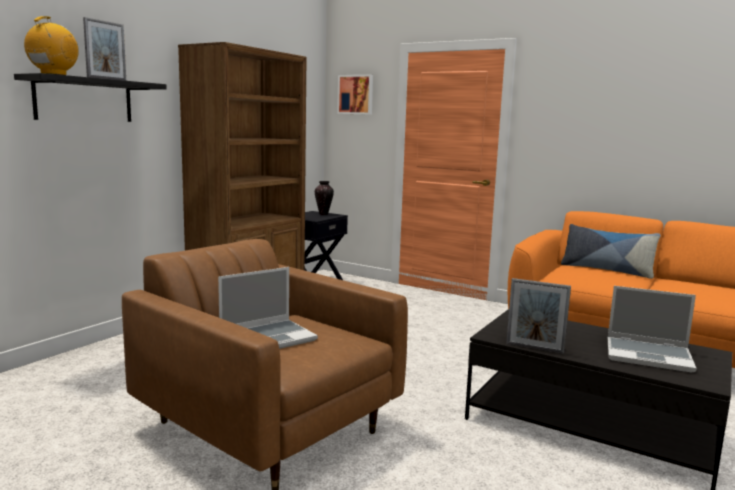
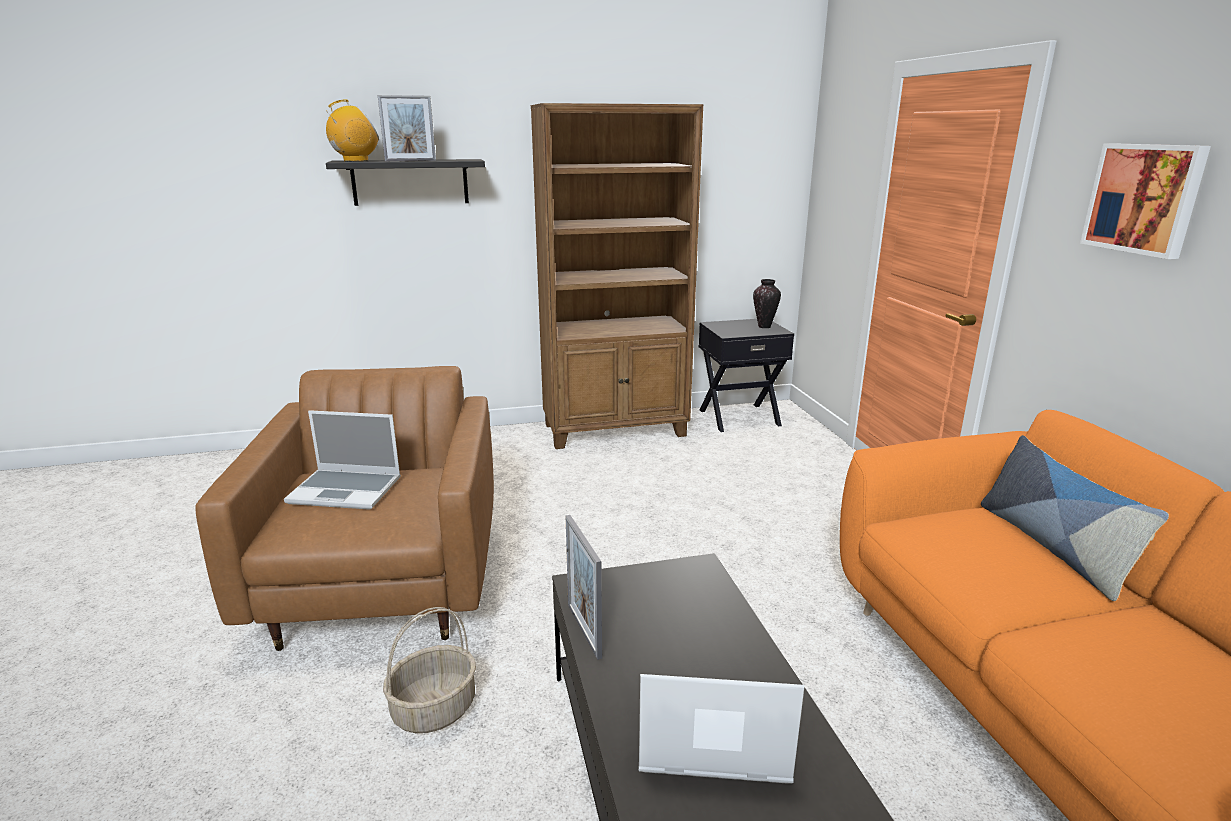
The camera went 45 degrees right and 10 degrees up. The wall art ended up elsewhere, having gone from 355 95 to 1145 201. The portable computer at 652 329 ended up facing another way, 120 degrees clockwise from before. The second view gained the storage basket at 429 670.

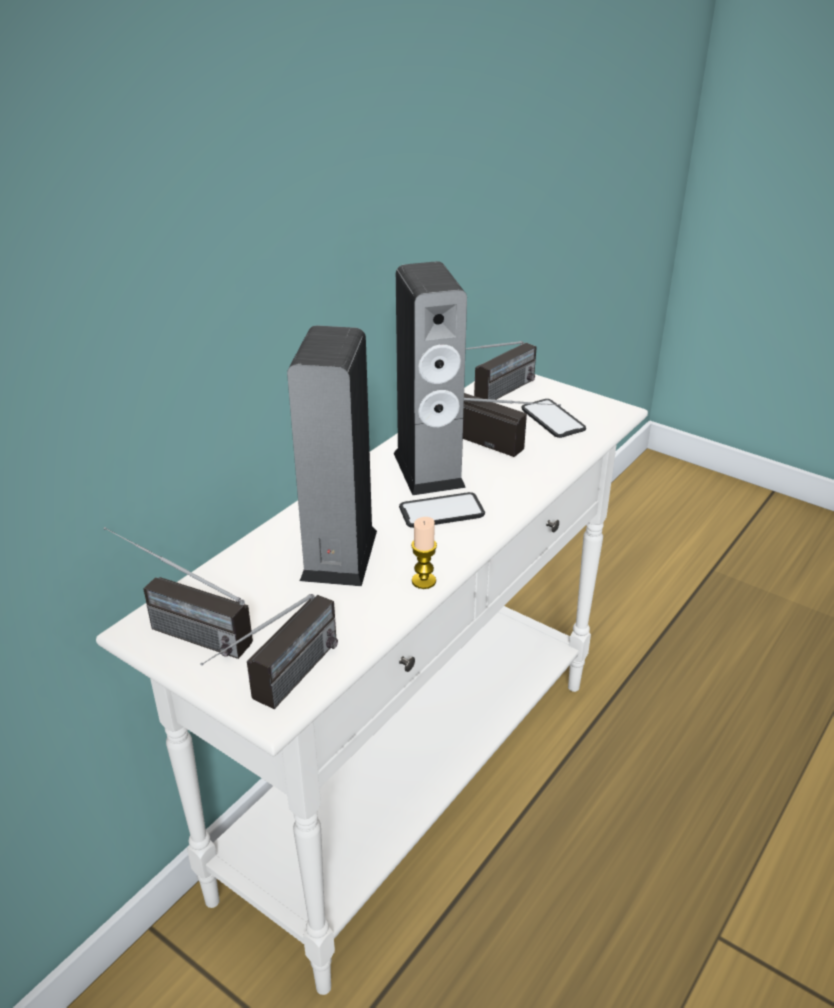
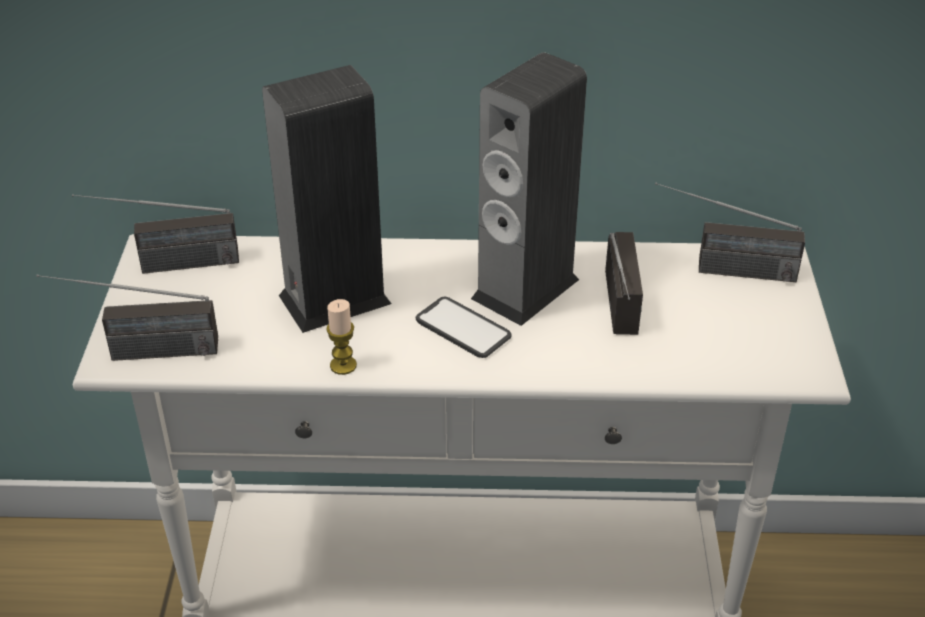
The camera went 55 degrees right and 5 degrees up. The second view lost the phone at 554 418. The radio at 178 593 ended up facing another way, 90 degrees counterclockwise from before.

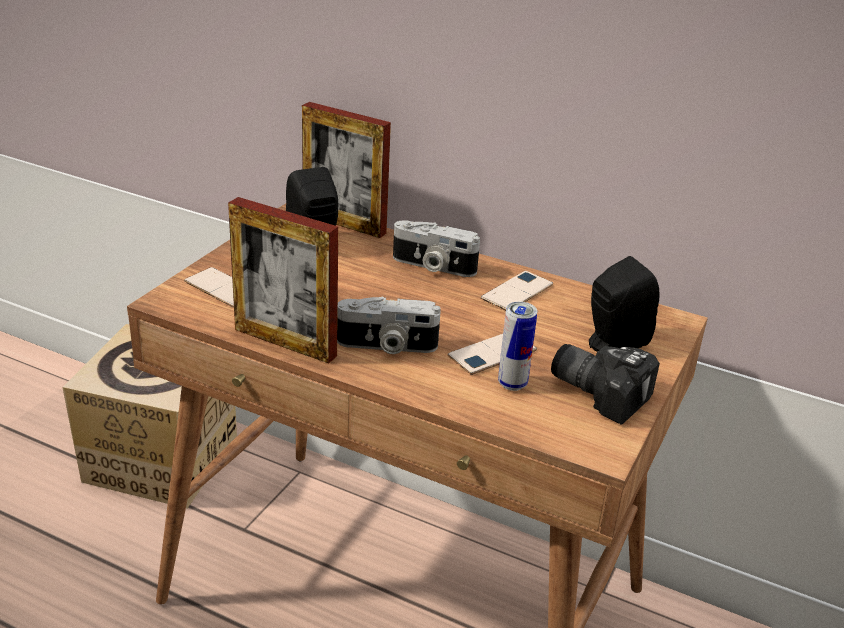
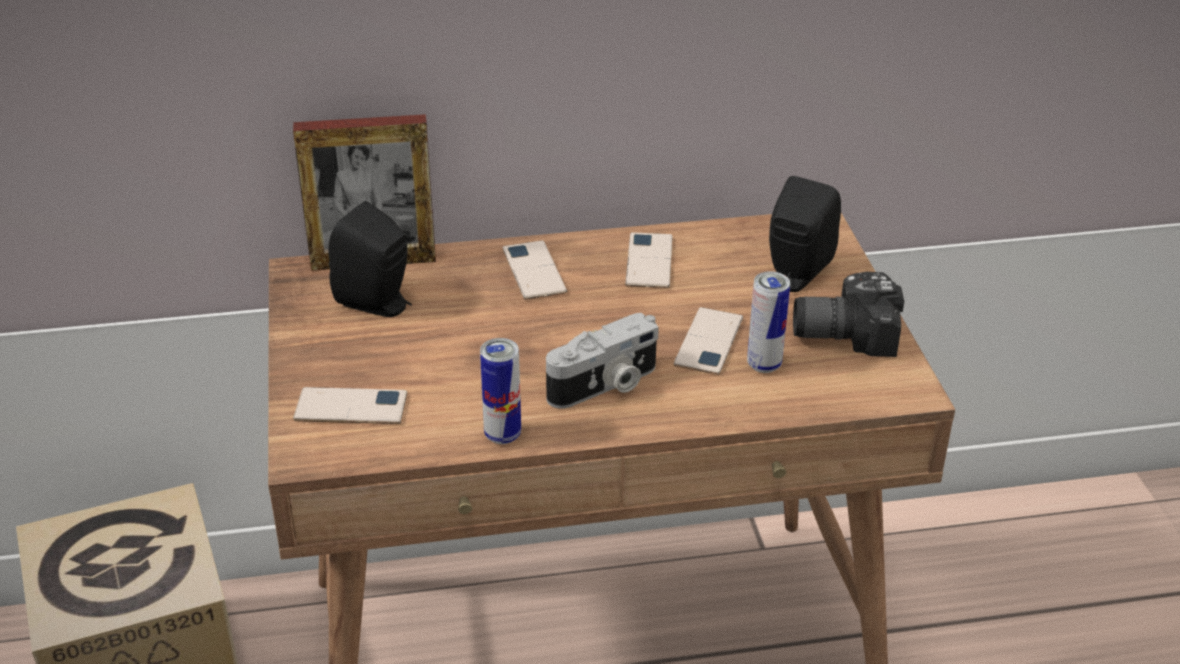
The camera went 35 degrees left and 5 degrees up. Where the standing frame stood at 283 280, the can came to stand at 500 391. Where the photo camera stood at 436 248, the phone came to stand at 535 270.

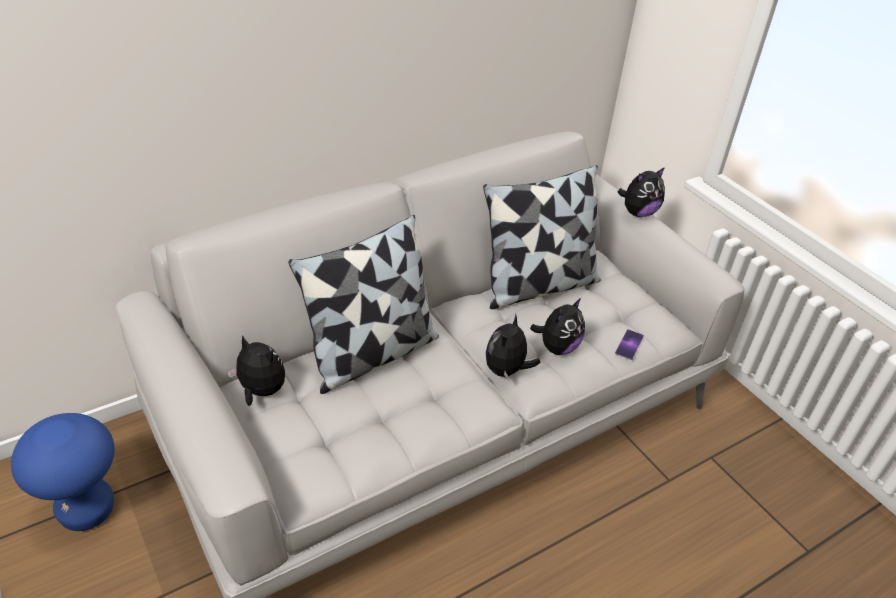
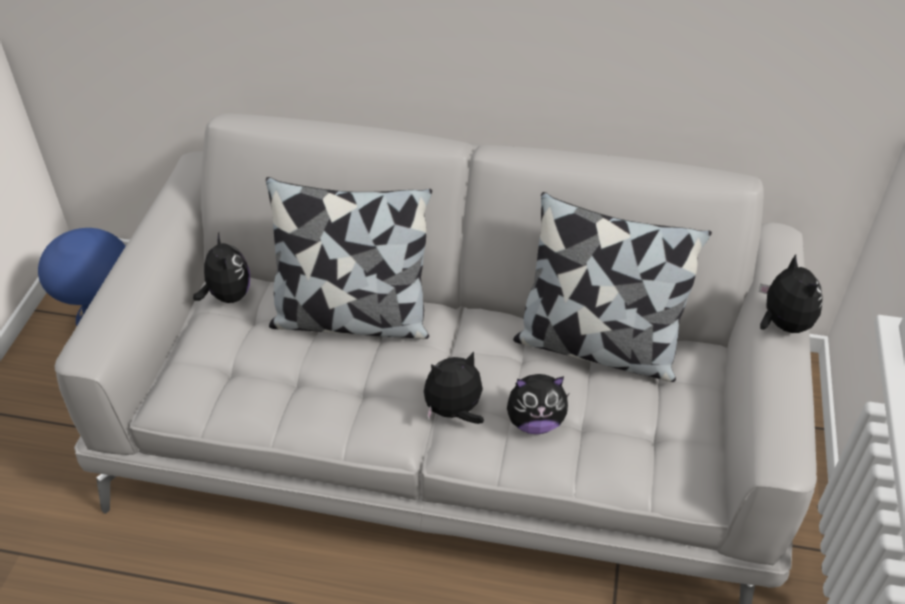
The camera went 45 degrees right and 5 degrees up. The soft toy at 641 192 ended up facing another way, 120 degrees counterclockwise from before. The second view lost the phone at 629 344.

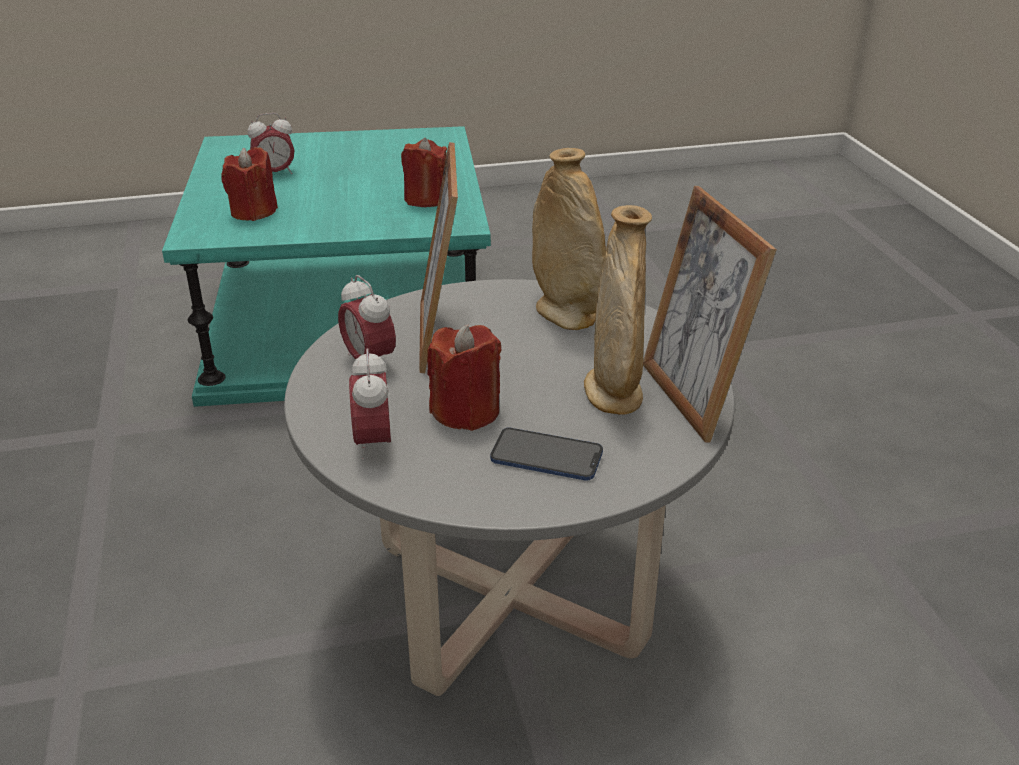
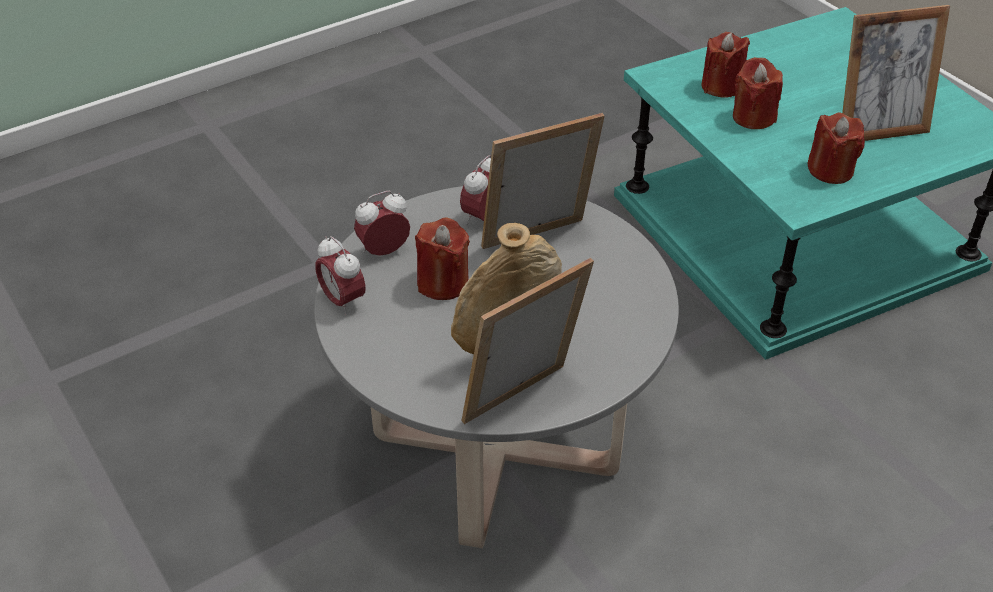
The camera went 70 degrees right and 10 degrees up. The table clock ended up elsewhere, having gone from 271 143 to 340 276. The second view lost the flower vase in beige at 569 239. The second view lost the phone at 546 454. The second view gained the standing frame at 896 73. The second view gained the wax light in red at 758 93.

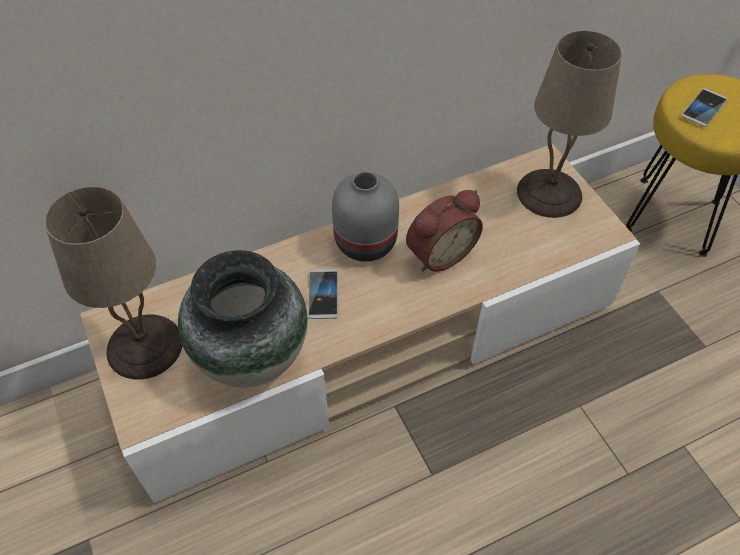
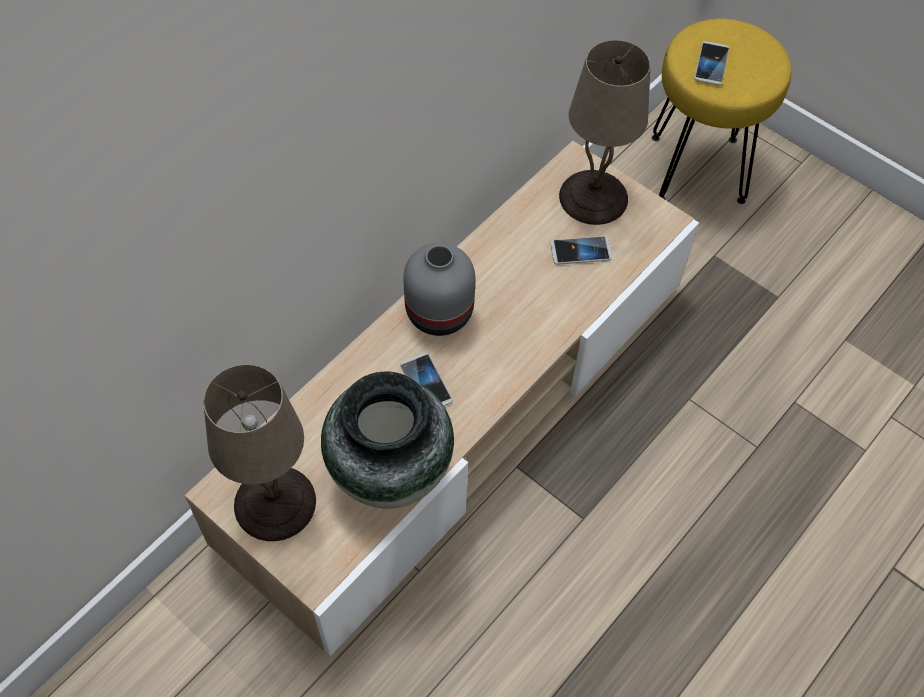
The camera went 25 degrees left and 5 degrees up. The second view lost the table clock at 444 231. The second view gained the phone at 581 250.

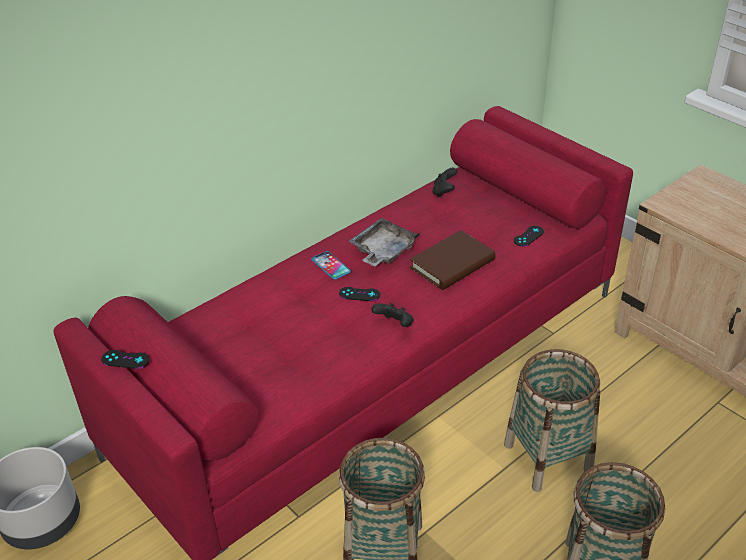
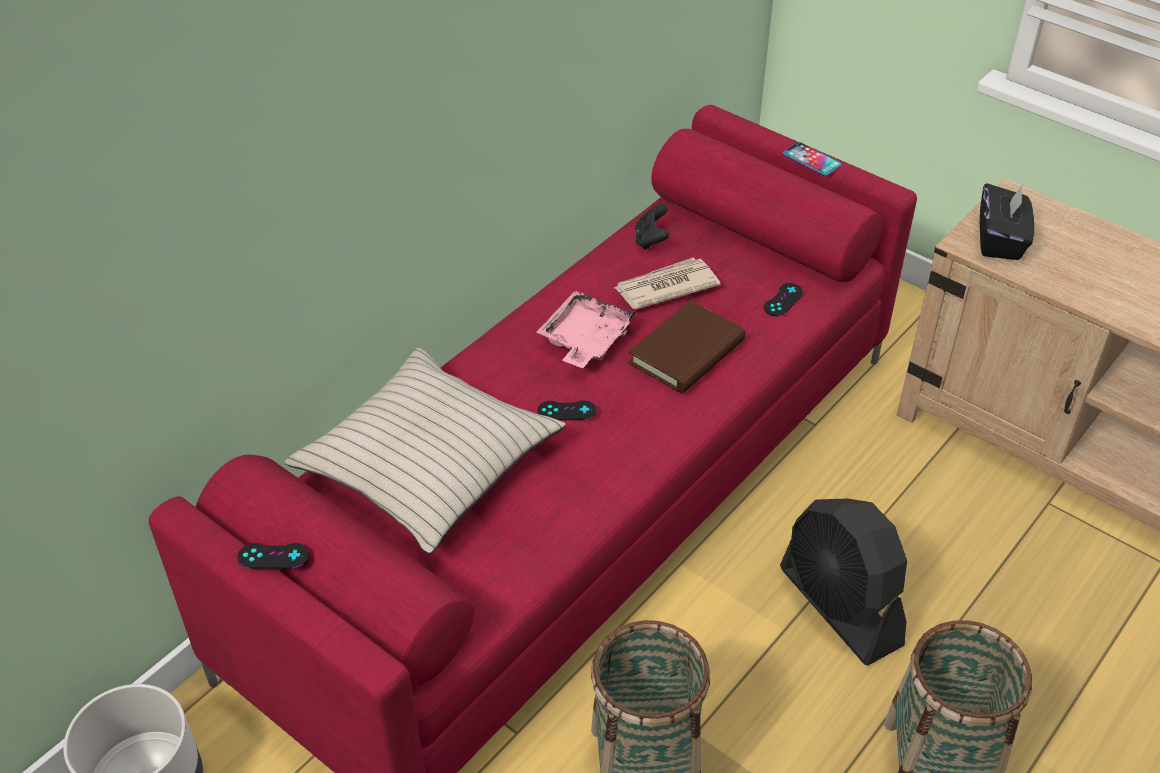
The camera went 10 degrees left and 5 degrees up. What was the carrying tray in greyish at 384 242 turned into the carrying tray in pink at 586 329. The phone ended up elsewhere, having gone from 331 265 to 812 159. The second view lost the joypad in black-coloured at 392 315. Where the storage basket stood at 552 420, the electric fan in black-coloured came to stand at 843 582. The second view gained the tissue holder in black-coloured at 1007 221. The second view gained the printed paper at 667 284. The second view gained the pillow in beige at 425 451.

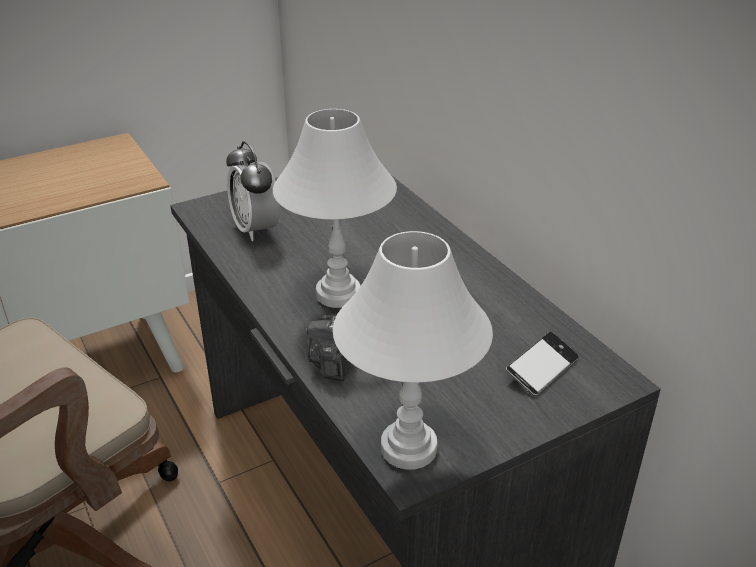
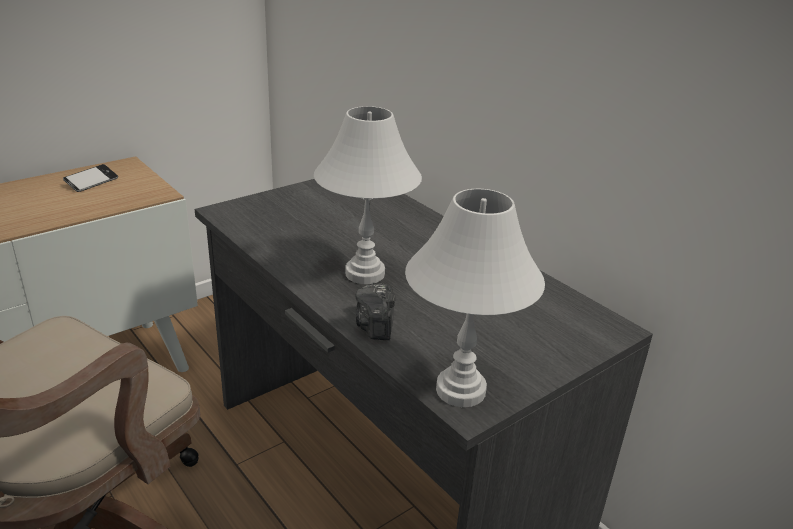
The camera went 10 degrees left and 5 degrees down. The second view lost the table clock at 253 191. The phone ended up elsewhere, having gone from 542 364 to 90 178.

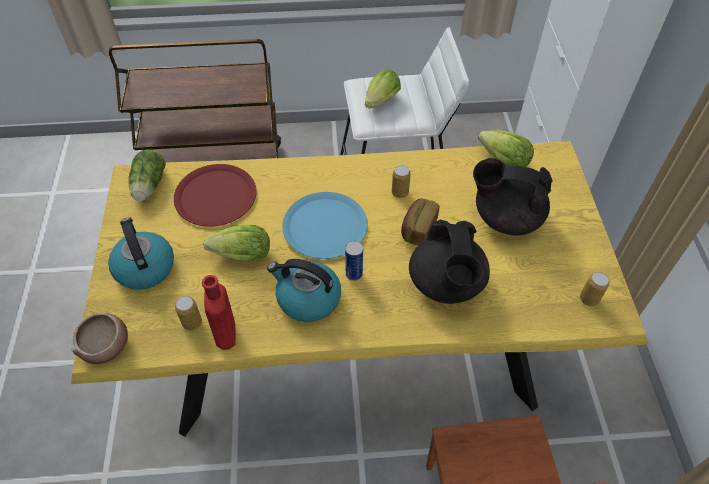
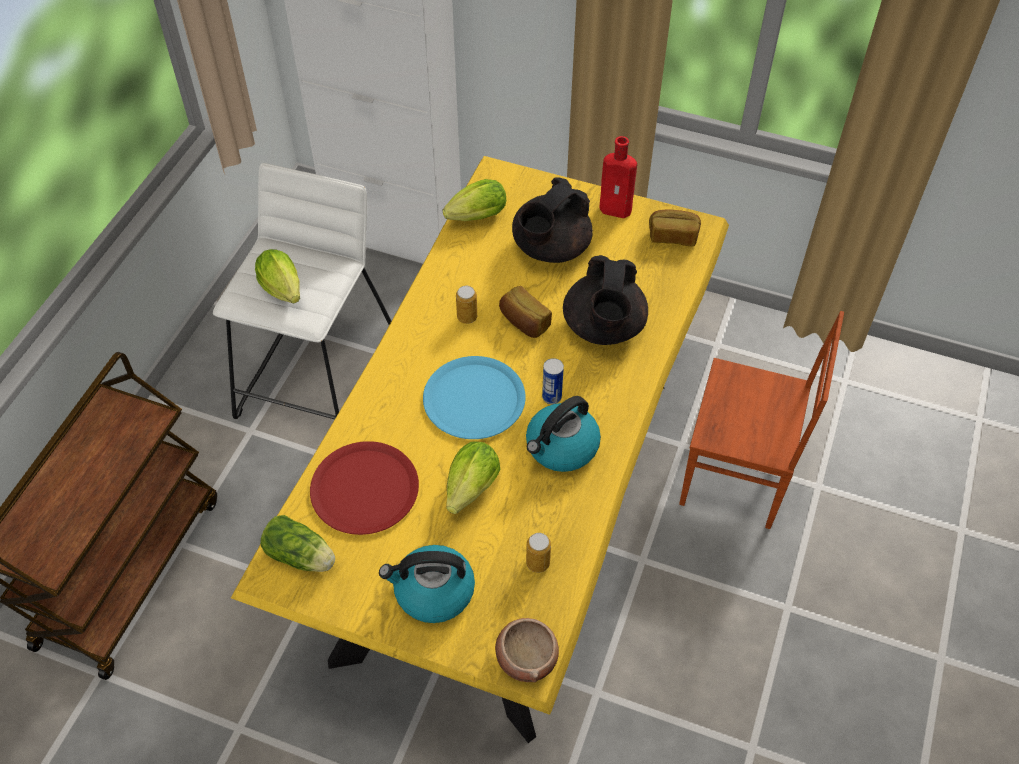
The camera went 65 degrees left and 0 degrees up. The tea pot in black-coloured at 449 262 ended up facing another way, 75 degrees clockwise from before. Where the can stood at 594 289, the bread came to stand at 675 227. The beverage bottle in red ended up elsewhere, having gone from 219 312 to 618 177.

